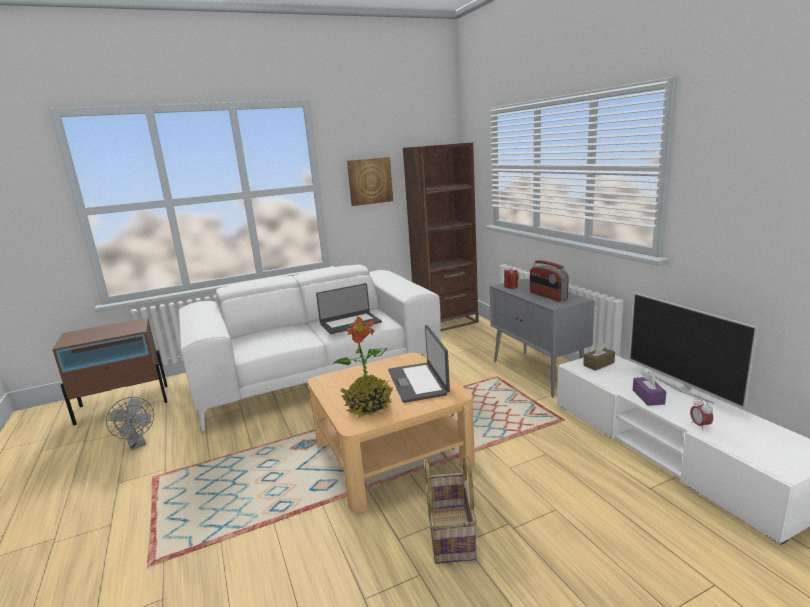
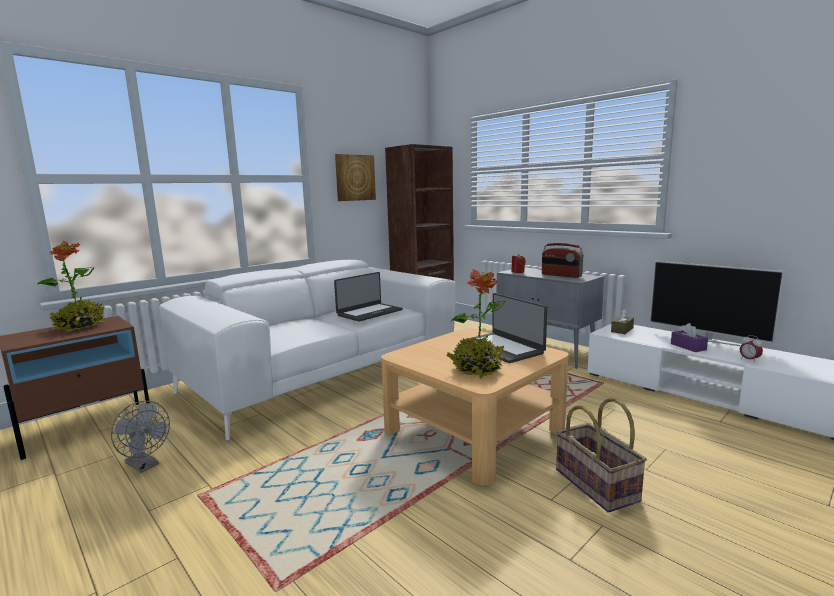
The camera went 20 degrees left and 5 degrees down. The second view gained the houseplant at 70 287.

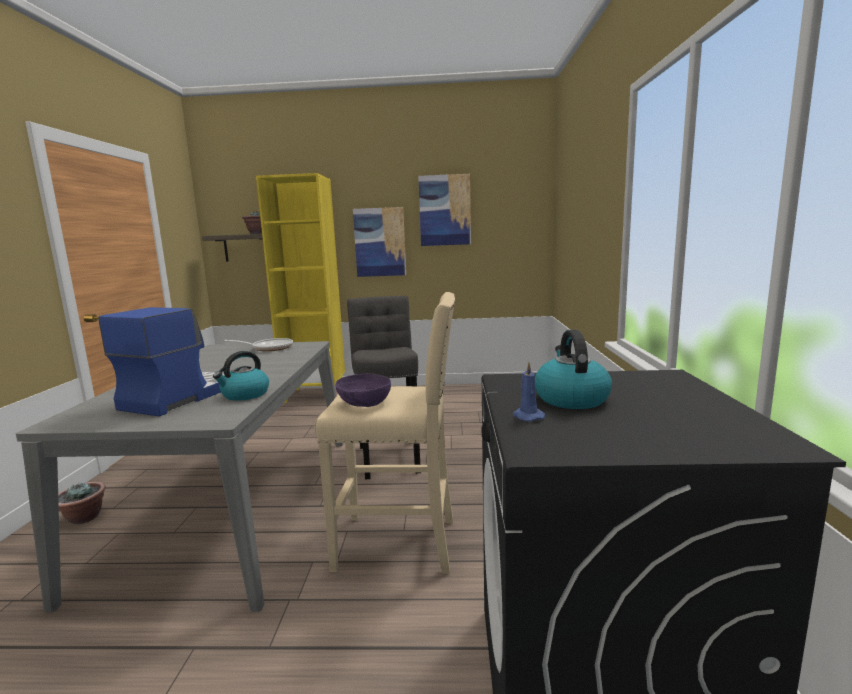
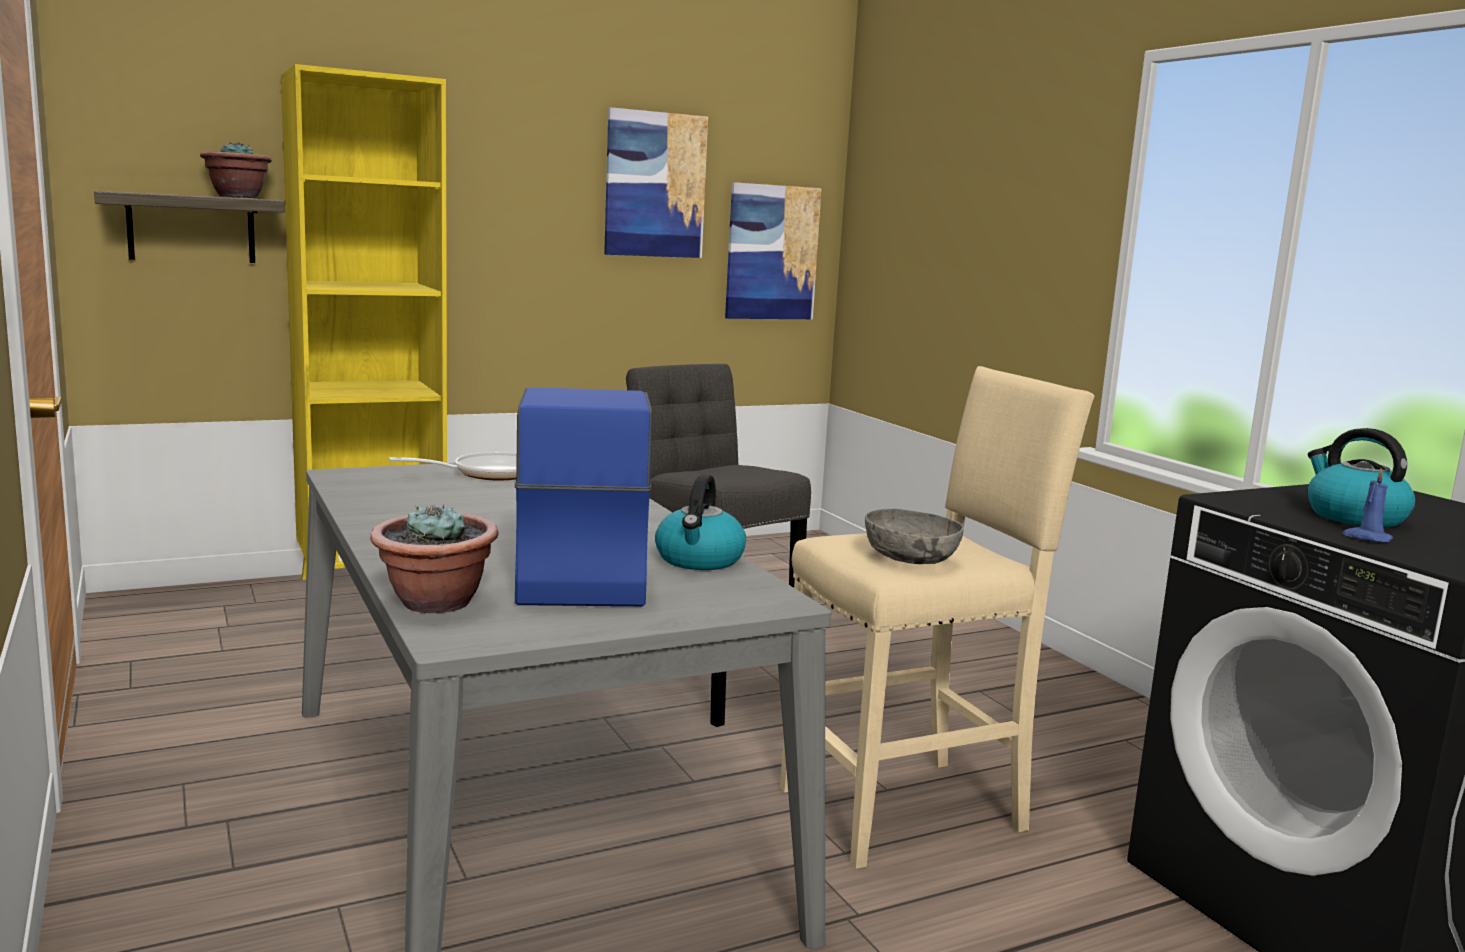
The camera went 30 degrees left and 0 degrees up. The wall art ended up elsewhere, having gone from 379 242 to 773 250. What was the bowl in purplish at 363 390 turned into the bowl in greyish at 914 536. The houseplant ended up elsewhere, having gone from 82 503 to 434 559.

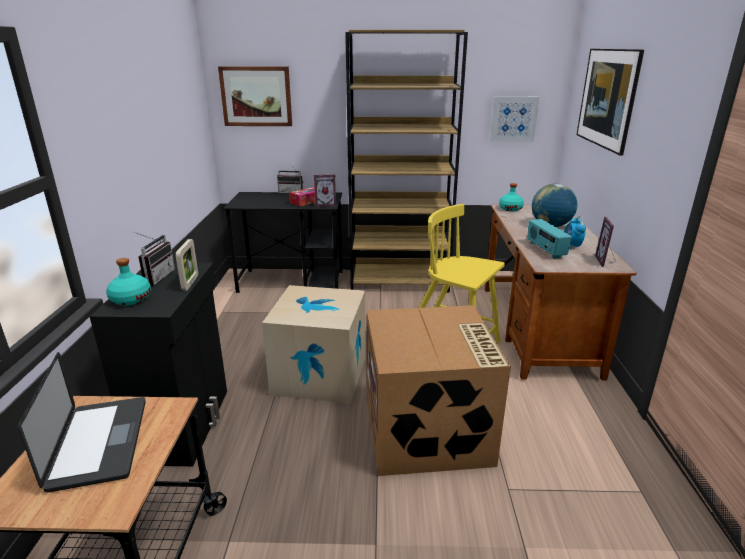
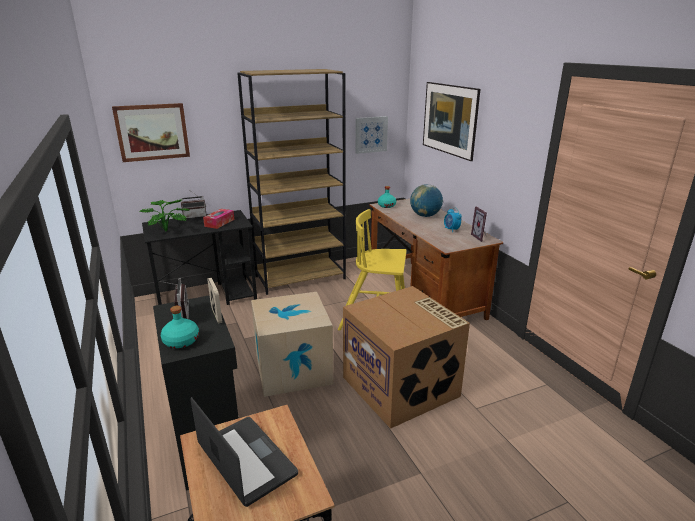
The camera went 25 degrees left and 0 degrees up. The second view lost the standing frame at 325 191. The second view lost the radio at 549 239. The second view gained the houseplant at 164 215.

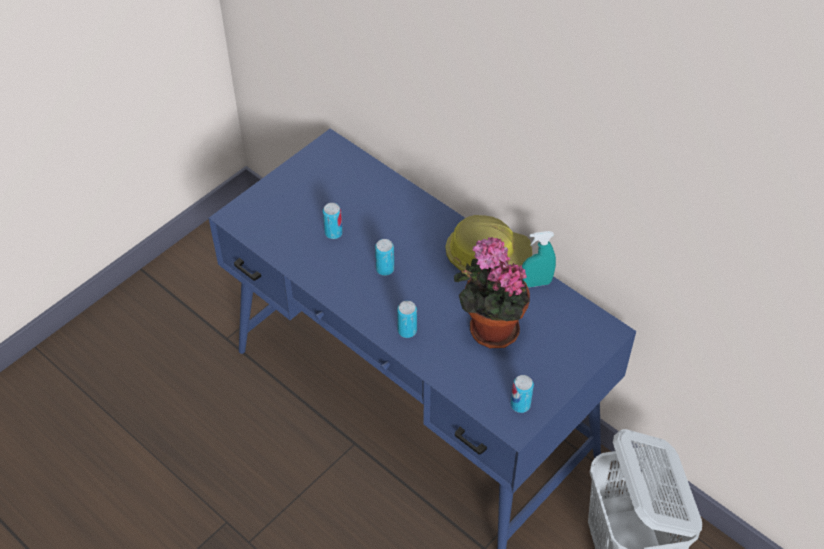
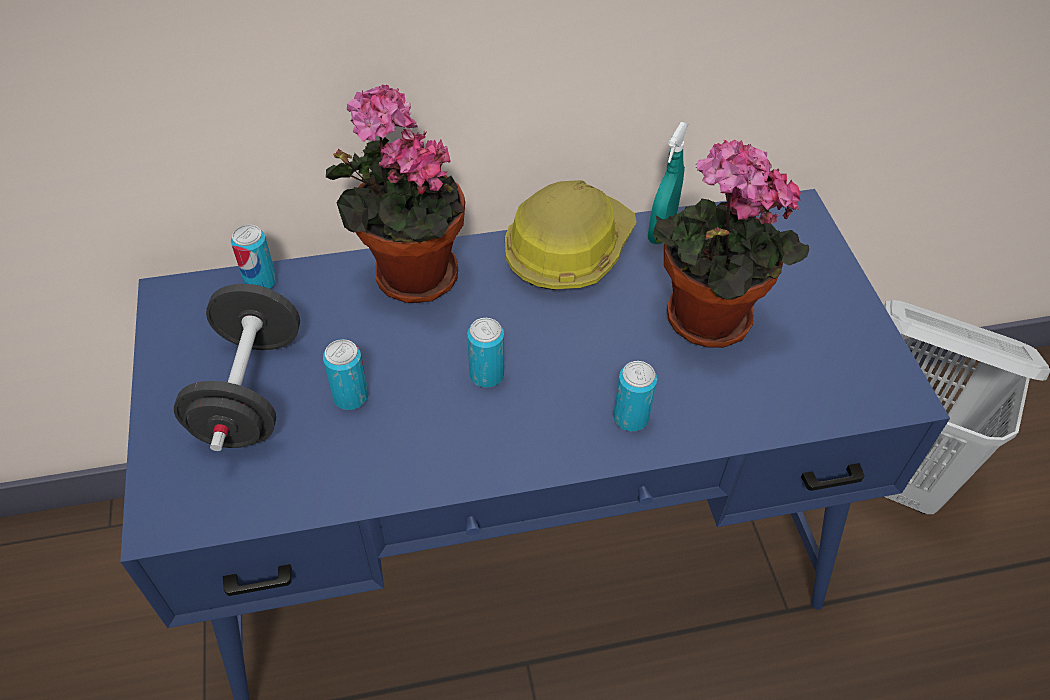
The camera went 55 degrees left and 0 degrees up. The can ended up elsewhere, having gone from 522 394 to 254 256. The second view gained the houseplant at 395 194. The second view gained the hand weight in black-coloured at 237 367.

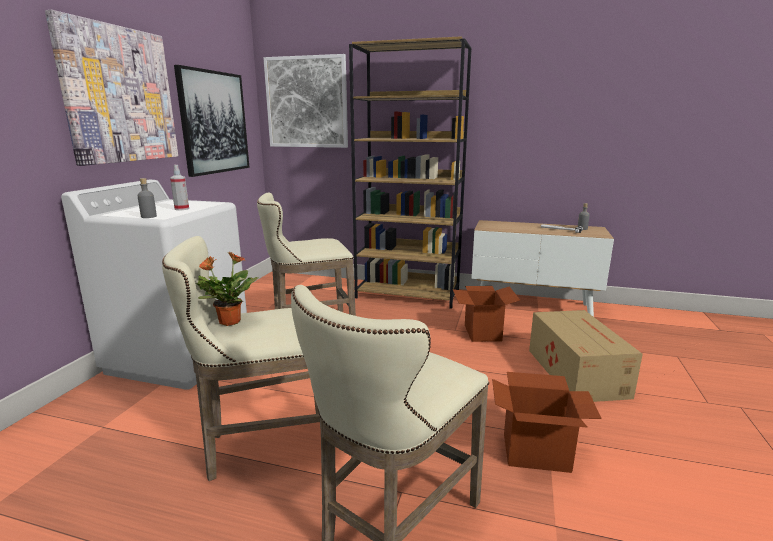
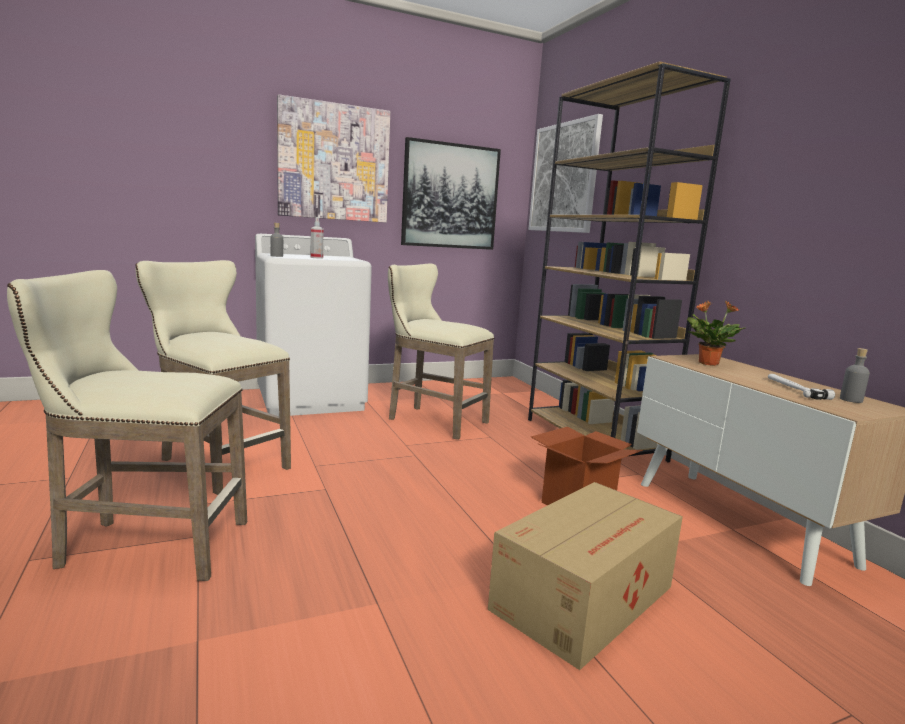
The camera went 50 degrees right and 5 degrees down. The houseplant ended up elsewhere, having gone from 227 289 to 716 333. The second view lost the carton at 546 422.

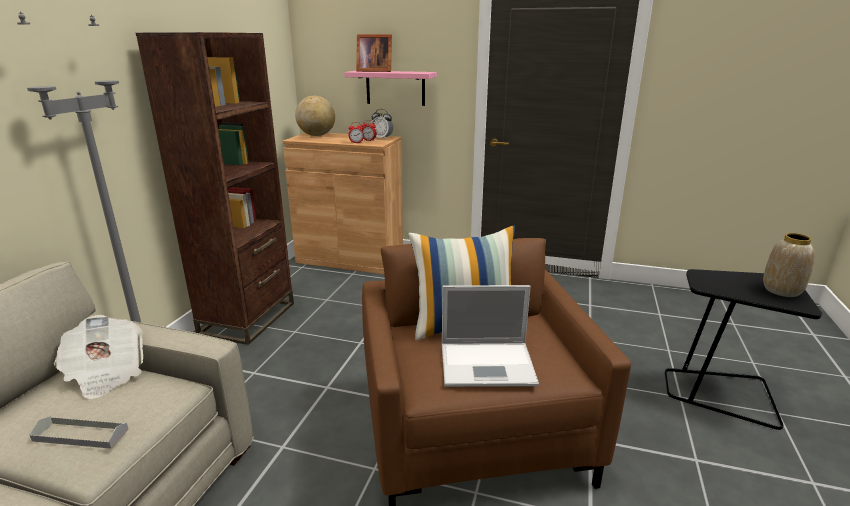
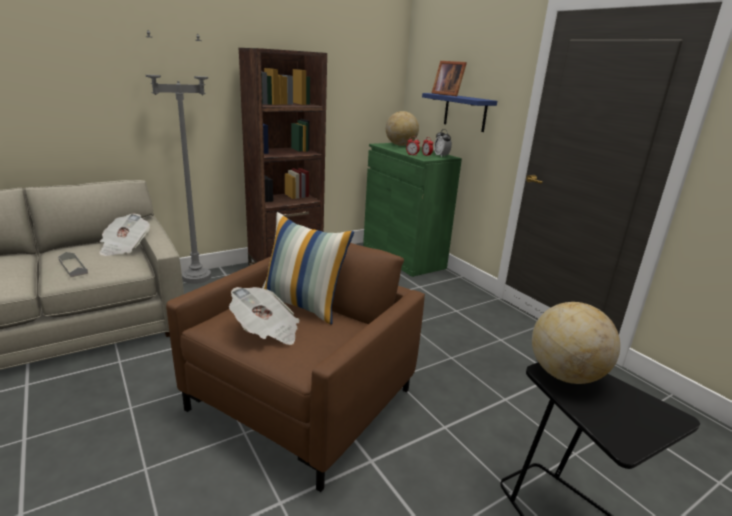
The camera went 40 degrees right and 0 degrees up. What was the bracket shelf in pink at 390 88 turned into the bracket shelf in bluish at 459 112. What was the cupboard in brownish at 343 203 turned into the cupboard in green at 412 210. The second view lost the flower vase at 789 265. Where the portable computer stood at 490 336, the printed paper came to stand at 264 316. The second view gained the world globe at 576 343.

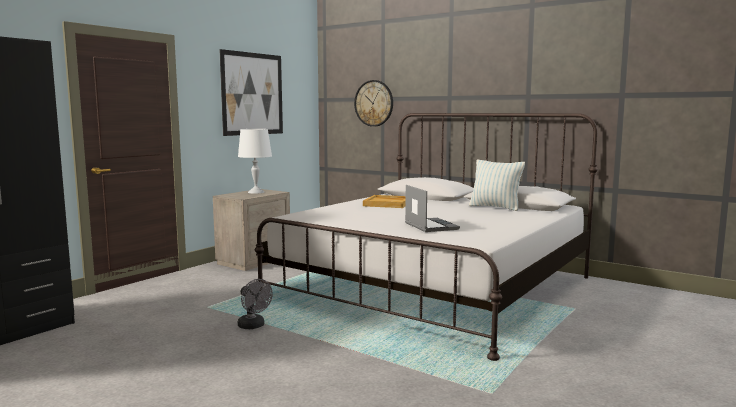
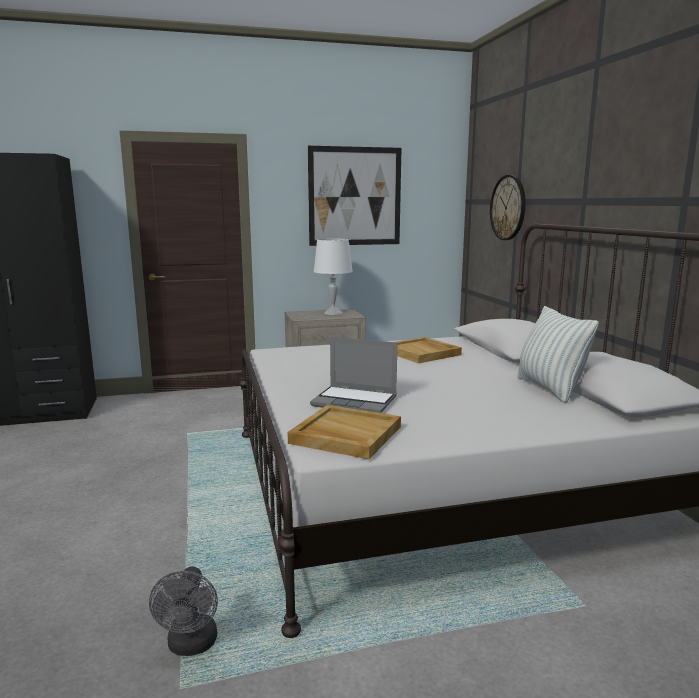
The camera went 40 degrees right and 5 degrees up. The portable computer at 432 208 ended up facing another way, 90 degrees clockwise from before. The electric fan in greyish ended up elsewhere, having gone from 255 304 to 183 611. The second view gained the carrying tray in beige at 344 432.

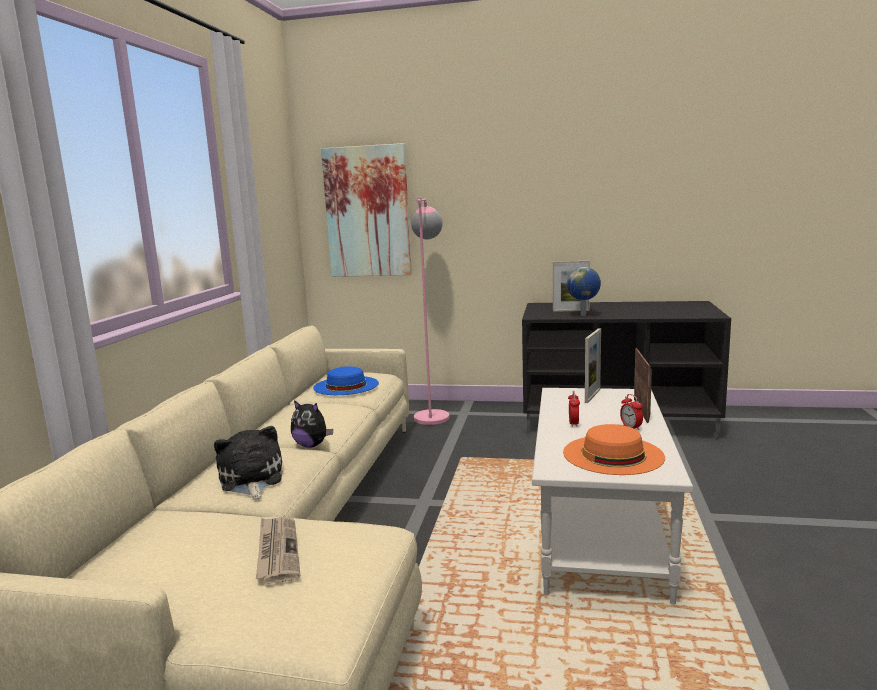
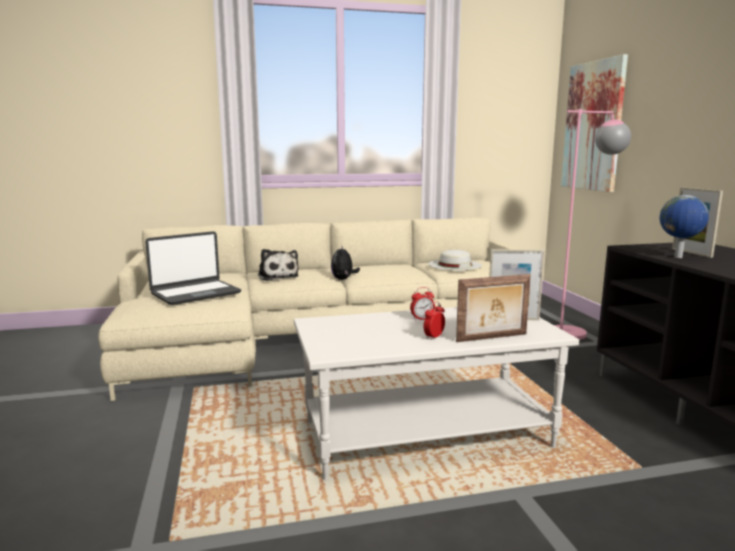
The camera went 65 degrees right and 0 degrees up. What was the wearable hat in bluish at 346 380 turned into the wearable hat in white at 455 260. The second view lost the wearable hat in orangey at 614 449. The soft toy at 248 462 ended up facing another way, 105 degrees clockwise from before. Where the printed paper stood at 278 550, the portable computer came to stand at 193 268.

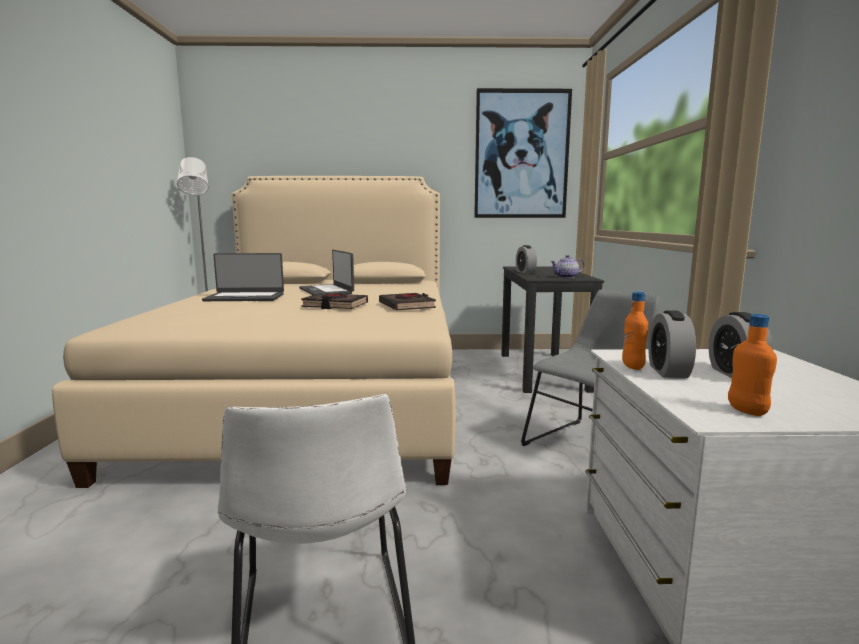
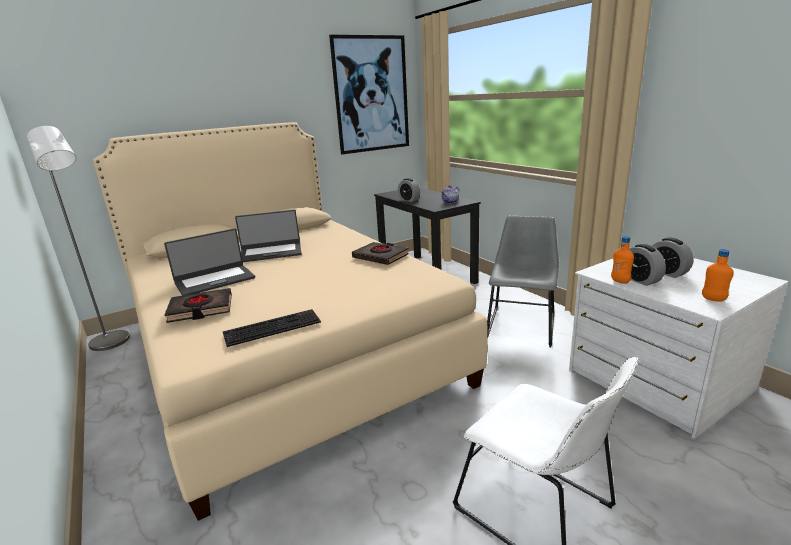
The camera went 30 degrees left and 10 degrees up. The portable computer at 326 272 ended up facing another way, 45 degrees counterclockwise from before. The book in black-coloured ended up elsewhere, having gone from 334 301 to 198 305. The second view gained the PC keyboard at 272 328.

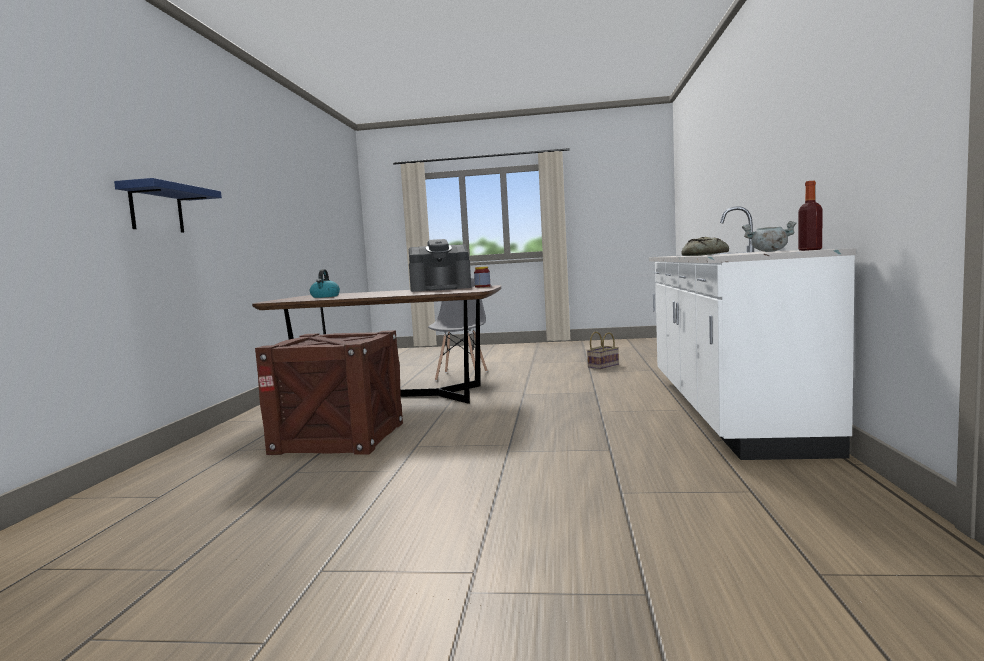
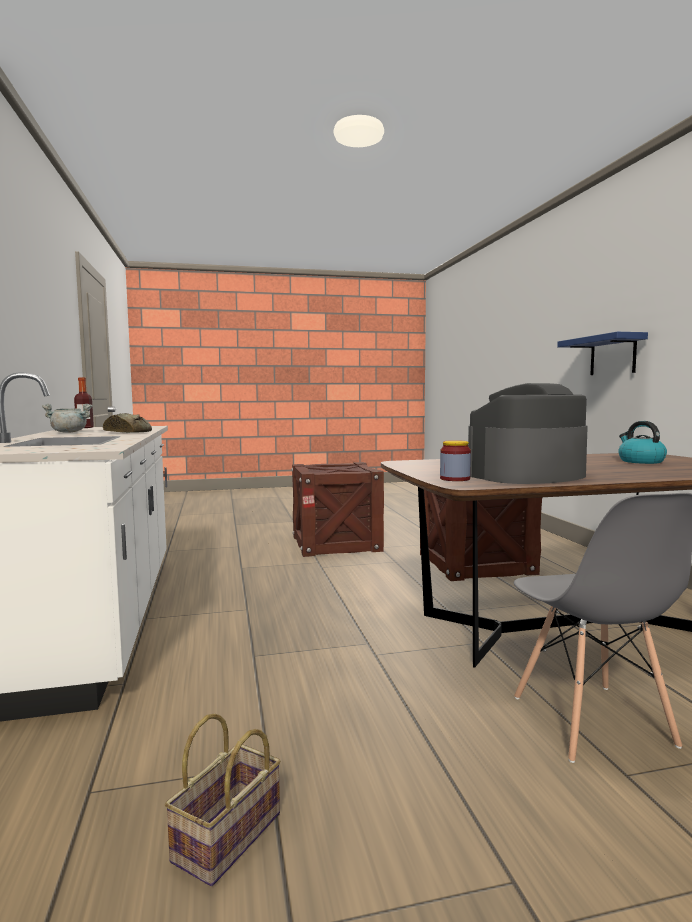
The camera went 160 degrees right and 0 degrees up. The second view gained the crate at 337 509.

